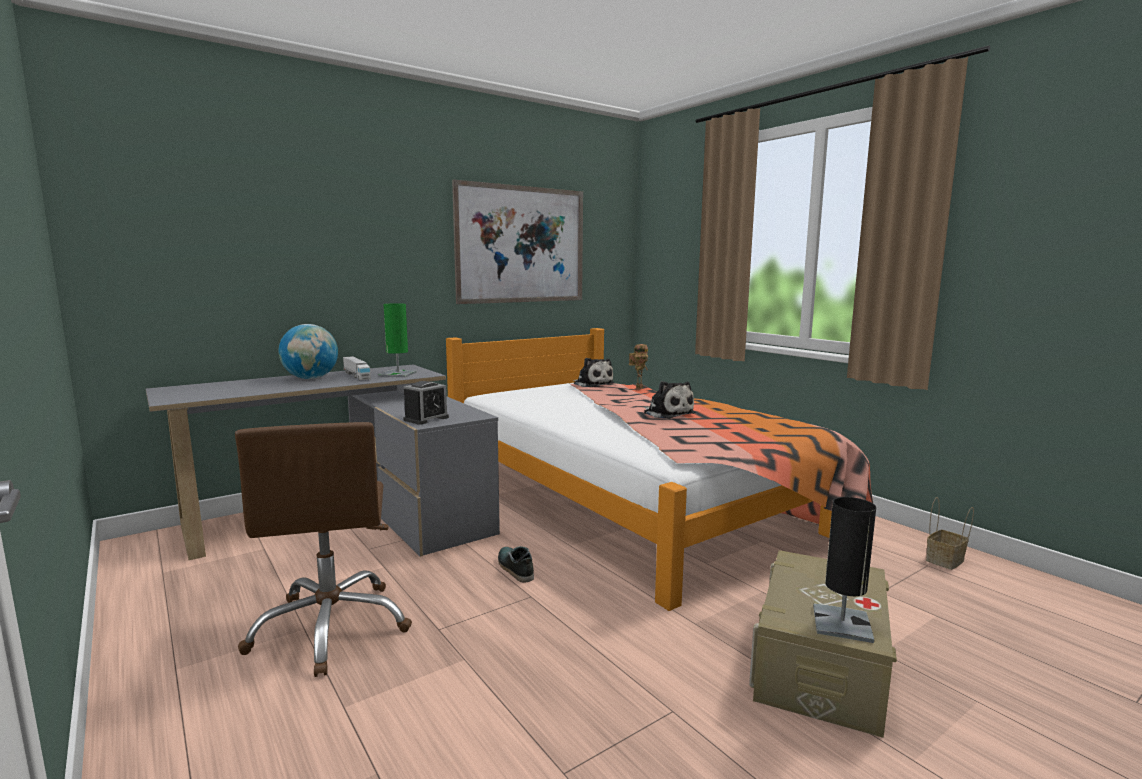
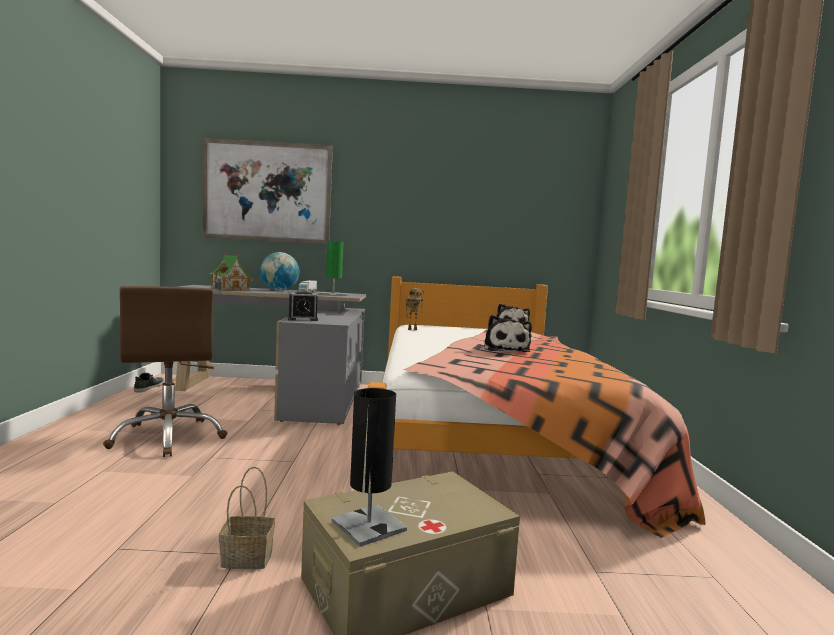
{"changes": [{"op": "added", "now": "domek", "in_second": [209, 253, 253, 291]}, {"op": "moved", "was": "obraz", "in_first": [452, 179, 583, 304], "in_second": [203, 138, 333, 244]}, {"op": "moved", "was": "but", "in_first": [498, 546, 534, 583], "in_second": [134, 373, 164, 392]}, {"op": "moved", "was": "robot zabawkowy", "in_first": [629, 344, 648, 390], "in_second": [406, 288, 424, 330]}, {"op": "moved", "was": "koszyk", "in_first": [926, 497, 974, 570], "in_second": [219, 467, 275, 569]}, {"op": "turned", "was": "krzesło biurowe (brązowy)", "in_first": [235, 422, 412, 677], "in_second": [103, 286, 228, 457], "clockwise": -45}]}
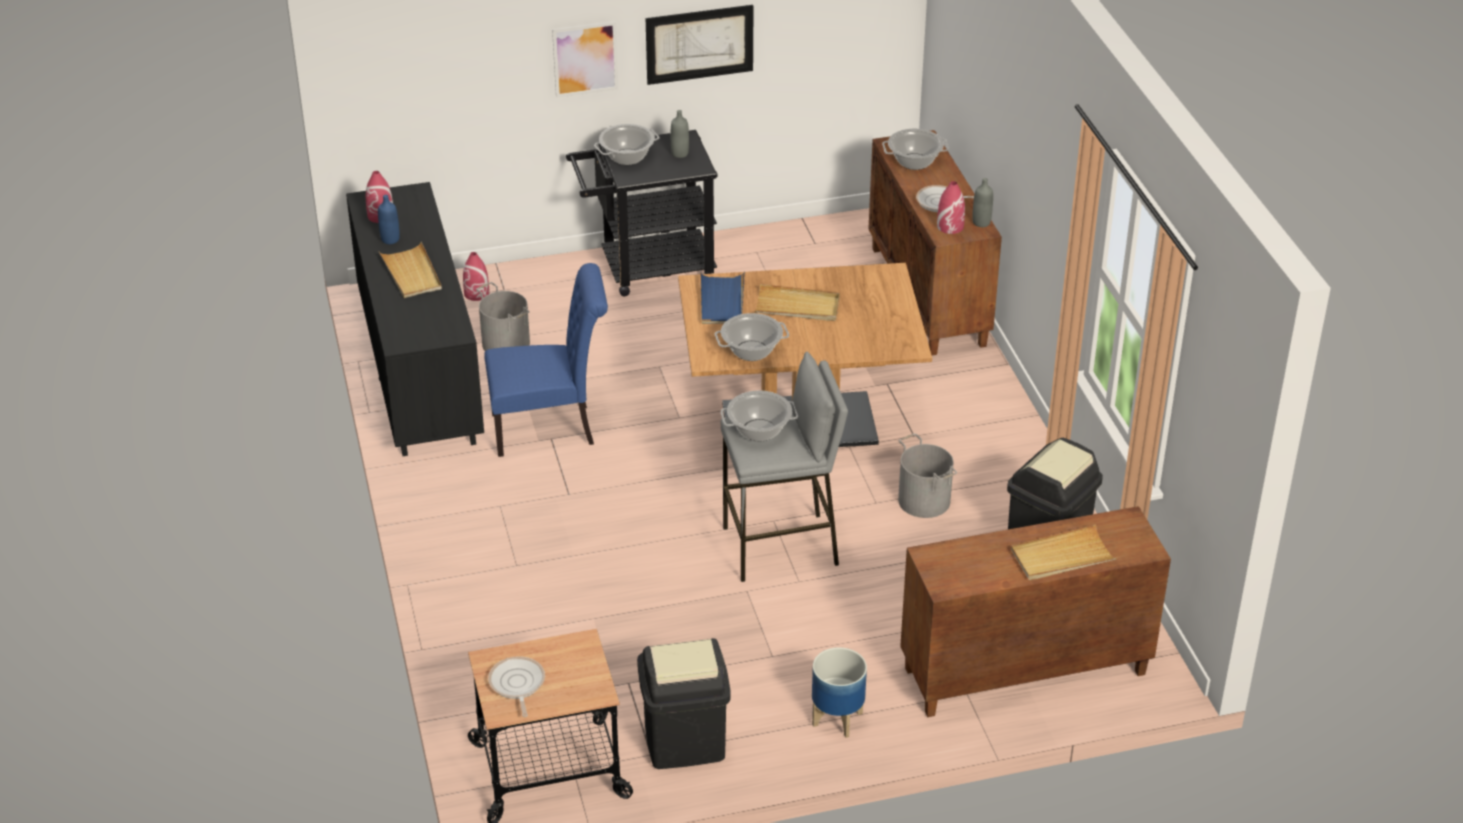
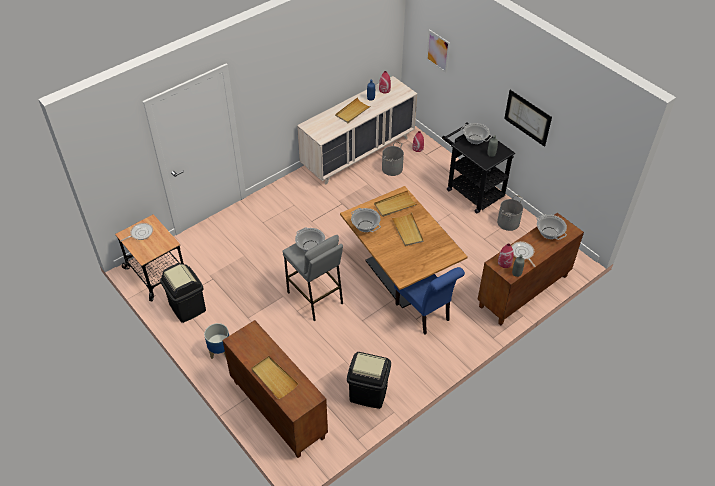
{"changes": [{"op": "moved", "was": "krzesło (niebieski)", "in_first": [484, 263, 608, 457], "in_second": [394, 267, 465, 334]}, {"op": "moved", "was": "obraz", "in_first": [552, 21, 618, 98], "in_second": [426, 29, 450, 73]}, {"op": "moved", "was": "wiadro (szary)", "in_first": [898, 433, 957, 518], "in_second": [497, 195, 523, 231]}, {"op": "recoloured", "was": "komoda (czarny)", "now": "komoda (beżowy)", "in_first": [346, 182, 484, 456], "in_second": [297, 76, 417, 184]}, {"op": "recoloured", "was": "taca (niebieski)", "now": "taca (beżowy)", "in_first": [700, 271, 745, 324], "in_second": [374, 190, 417, 217]}]}
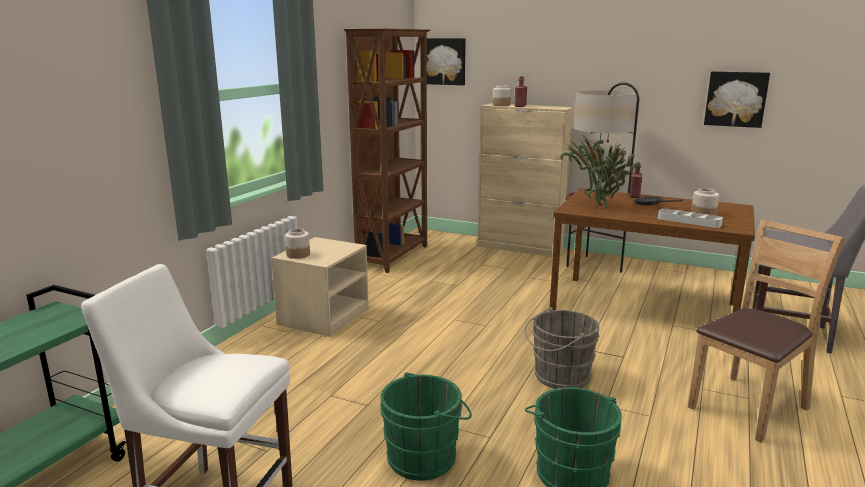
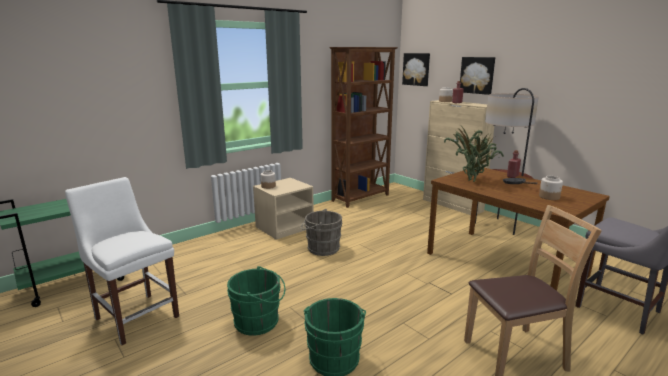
{"changes": [{"op": "removed", "was": "taca (szary)", "in_first": [658, 208, 723, 228]}, {"op": "moved", "was": "wiadro (szary)", "in_first": [525, 307, 600, 389], "in_second": [301, 209, 343, 256]}, {"op": "moved", "was": "obraz", "in_first": [704, 71, 770, 128], "in_second": [460, 57, 495, 95]}]}
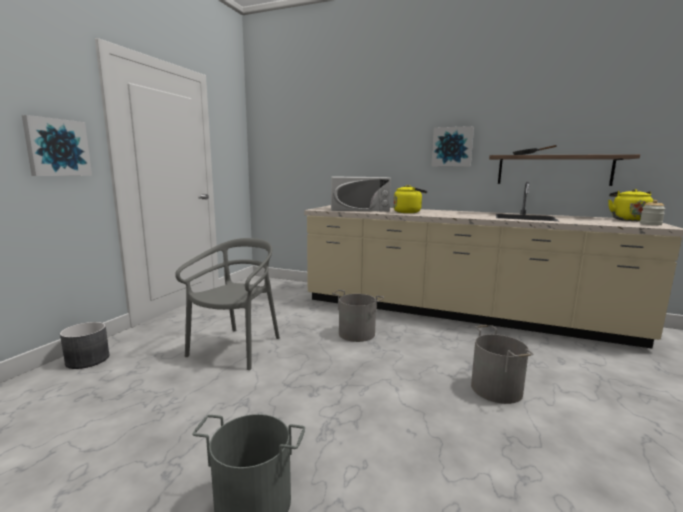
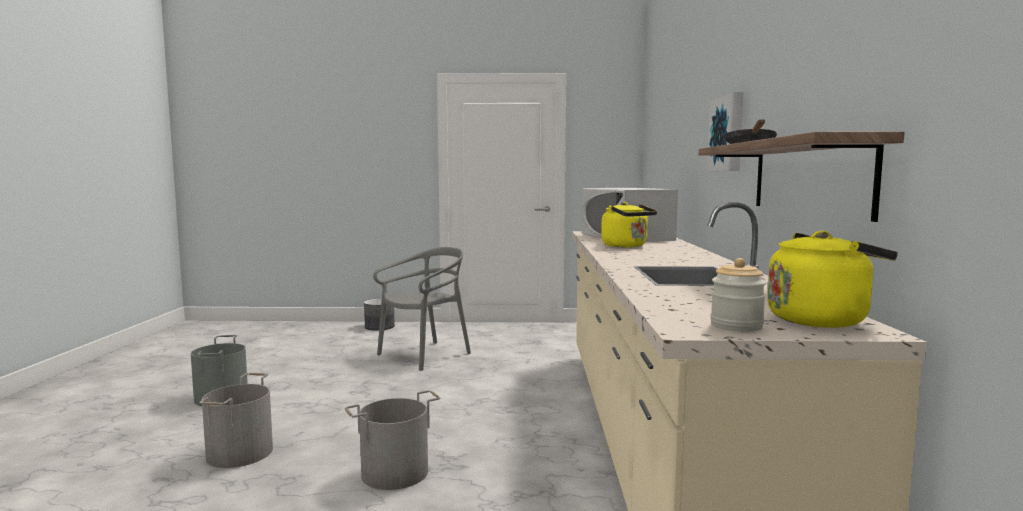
{"changes": [{"op": "removed", "was": "obraz", "in_first": [22, 115, 92, 176]}, {"op": "moved", "was": "wiadro (szary)", "in_first": [332, 290, 384, 342], "in_second": [200, 373, 273, 468]}, {"op": "turned", "was": "krzesło (szary)", "in_first": [175, 238, 280, 370], "in_second": [373, 247, 471, 371], "clockwise": -45}]}
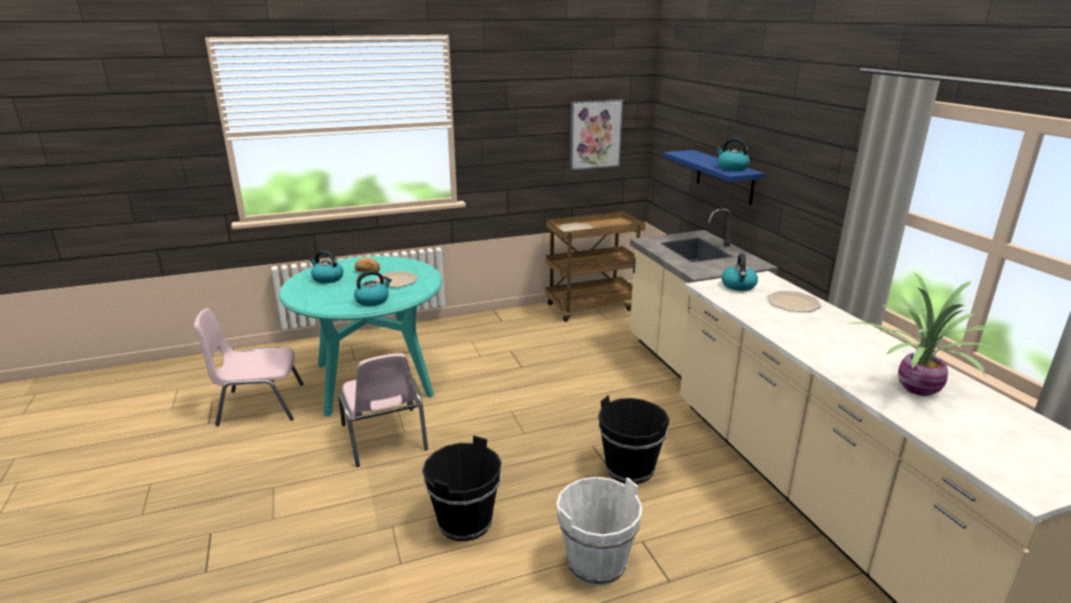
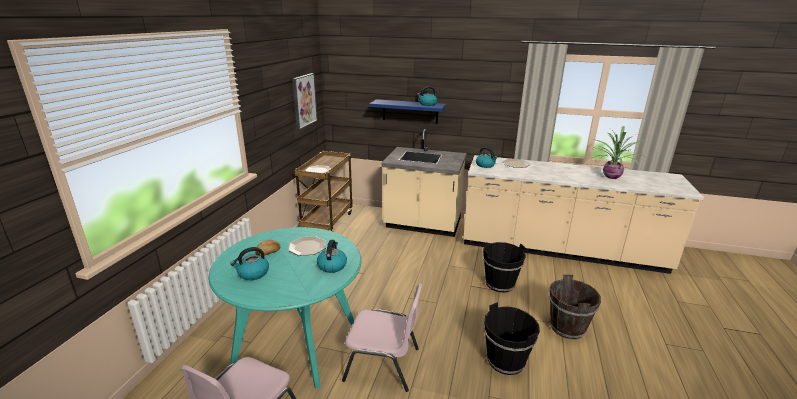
{"changes": [{"op": "recoloured", "was": "wiadro (biały)", "now": "wiadro (brązowy)", "in_first": [556, 477, 642, 586], "in_second": [549, 274, 601, 339]}]}
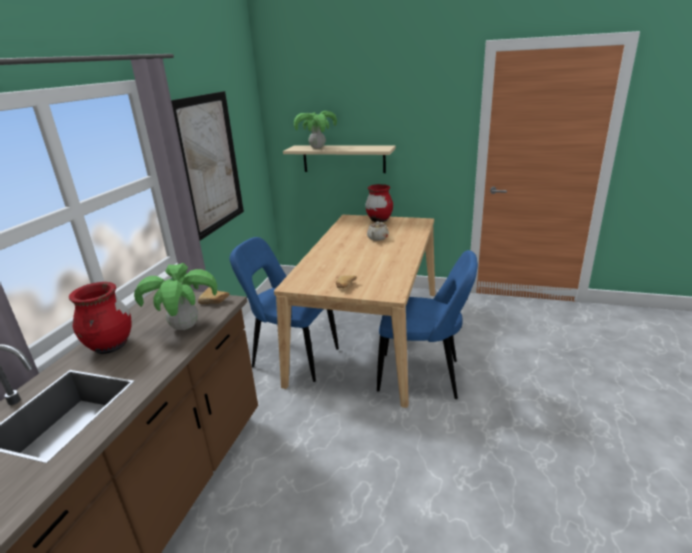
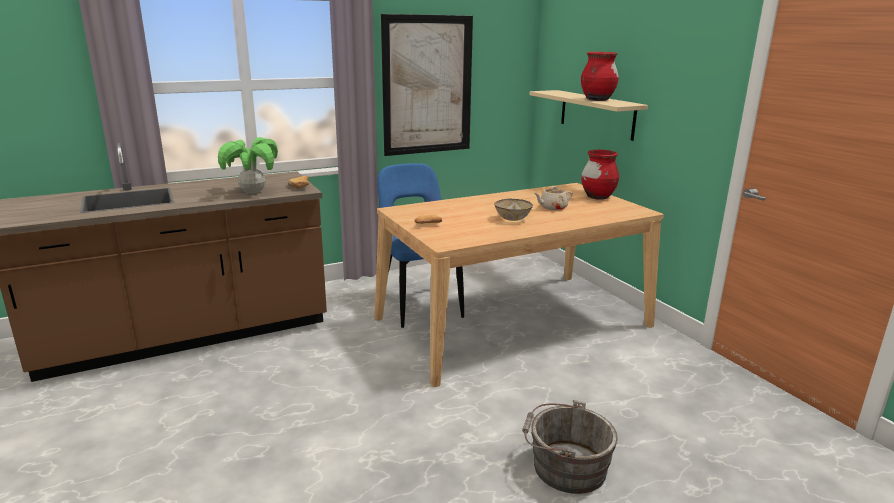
{"changes": [{"op": "removed", "was": "roślina doniczkowa", "in_first": [294, 111, 337, 149]}, {"op": "removed", "was": "krzesło (niebieski)", "in_first": [377, 250, 478, 399]}, {"op": "added", "now": "miska", "in_second": [494, 198, 533, 221]}, {"op": "added", "now": "wiadro (szary)", "in_second": [522, 400, 617, 494]}, {"op": "moved", "was": "wazon (czerwony)", "in_first": [69, 282, 132, 354], "in_second": [581, 52, 619, 101]}]}
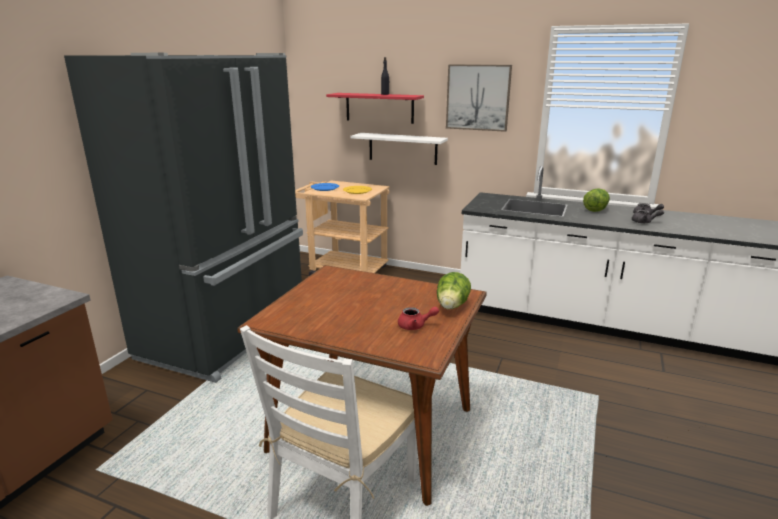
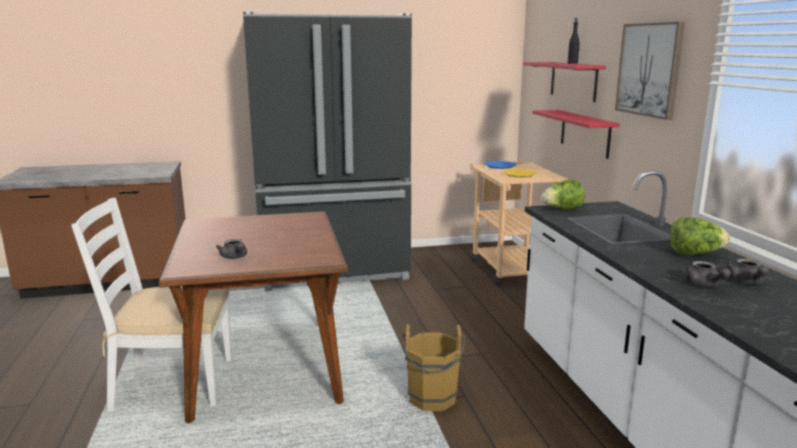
{"changes": [{"op": "added", "now": "wiadro (brązowy)", "in_second": [402, 324, 465, 412]}, {"op": "moved", "was": "sałata", "in_first": [437, 272, 471, 309], "in_second": [541, 179, 585, 210]}, {"op": "recoloured", "was": "półka (biały)", "now": "półka (czerwony)", "in_first": [351, 133, 448, 165], "in_second": [532, 110, 620, 159]}, {"op": "recoloured", "was": "imbryk (czerwony)", "now": "imbryk (szary)", "in_first": [398, 307, 439, 330], "in_second": [216, 239, 247, 259]}]}
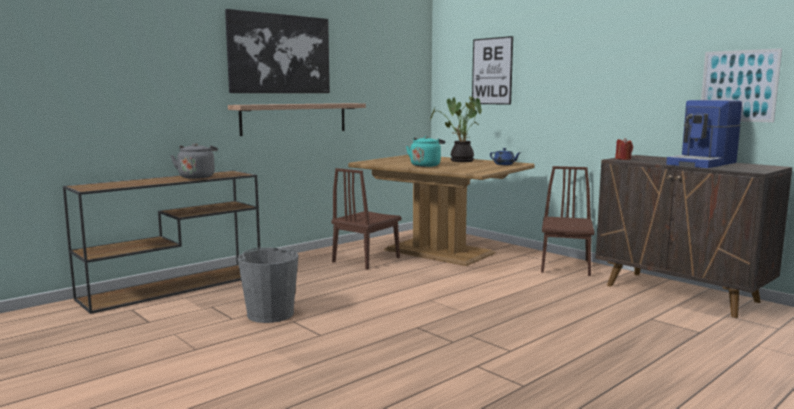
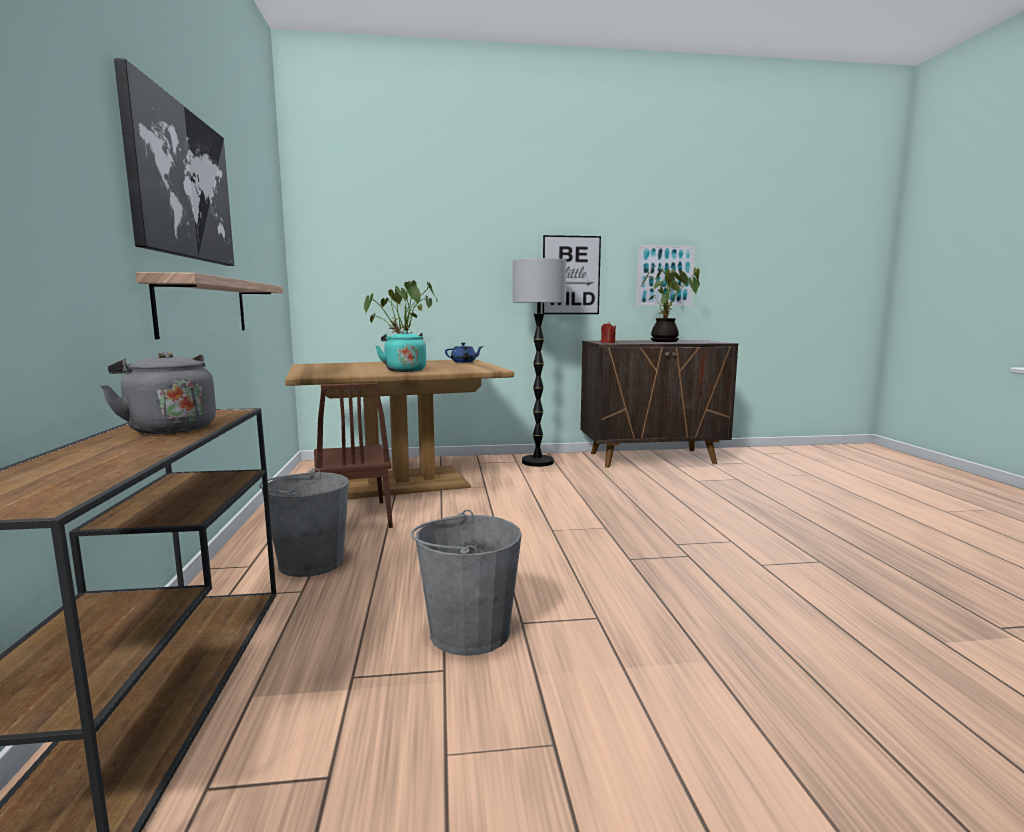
{"changes": [{"op": "added", "now": "wiadro (szary)", "in_second": [259, 468, 349, 577]}, {"op": "moved", "was": "obraz", "in_first": [472, 36, 513, 105], "in_second": [543, 235, 601, 314]}, {"op": "replaced", "was": "krzesło (brązowy)", "now": "lampa stojąca", "in_first": [541, 166, 594, 276], "in_second": [513, 258, 566, 467]}, {"op": "replaced", "was": "ekspres do kawy", "now": "roślina doniczkowa", "in_first": [666, 100, 742, 168], "in_second": [642, 267, 700, 342]}]}
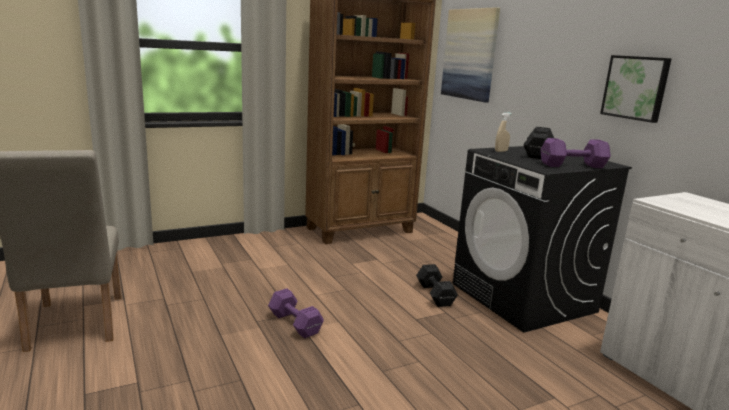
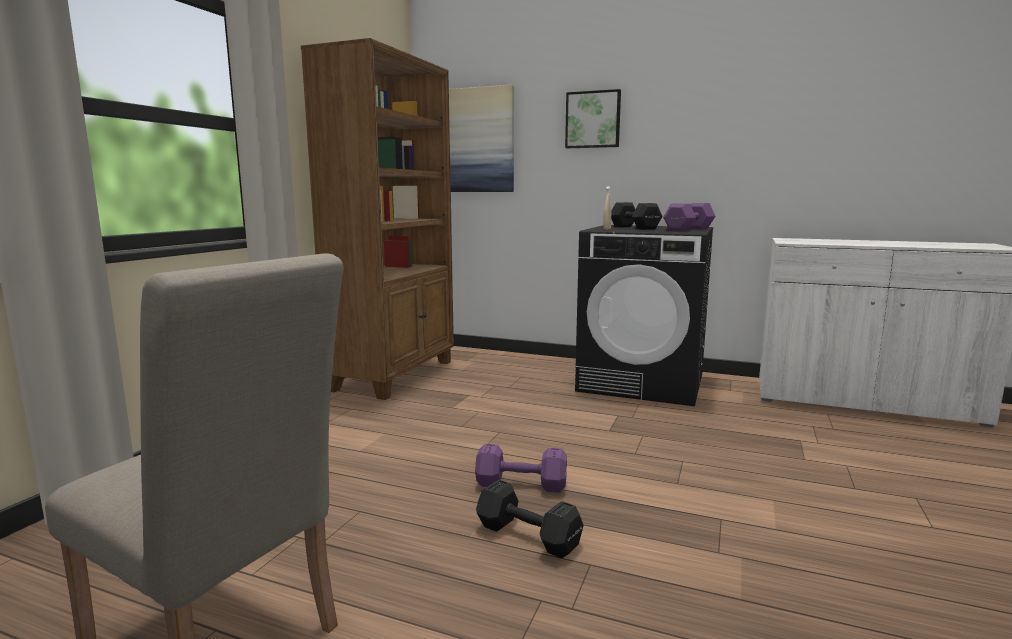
{"changes": [{"op": "moved", "was": "hantel (czarny)", "in_first": [416, 264, 458, 307], "in_second": [476, 479, 584, 558]}, {"op": "moved", "was": "obraz", "in_first": [600, 55, 672, 123], "in_second": [565, 89, 621, 148]}]}
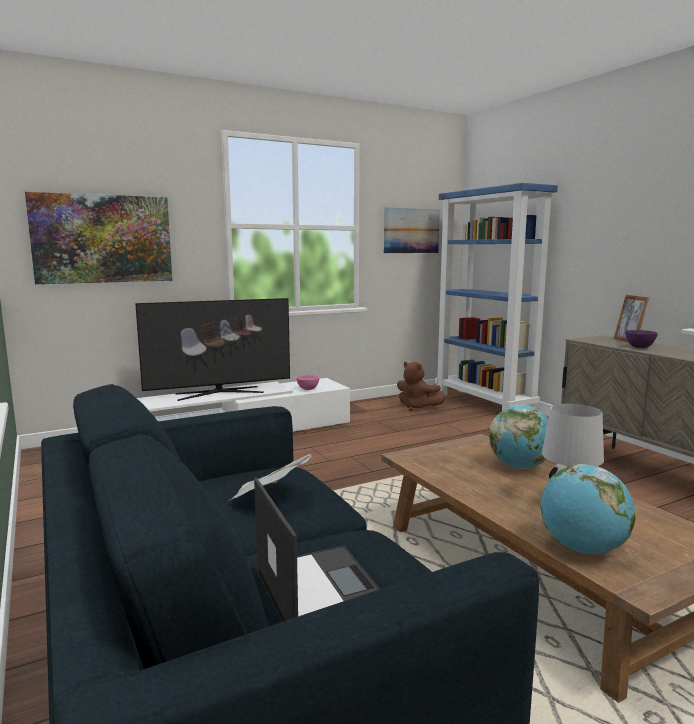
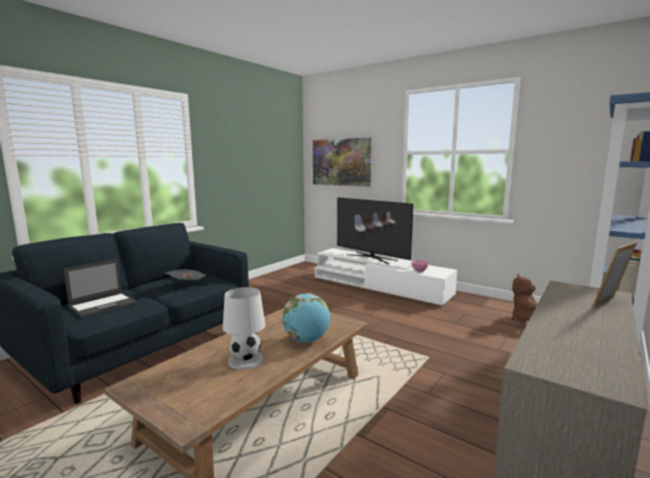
{"changes": [{"op": "removed", "was": "obraz", "in_first": [384, 207, 440, 253]}, {"op": "removed", "was": "globus", "in_first": [540, 464, 636, 554]}, {"op": "removed", "was": "miska (fioletowy)", "in_first": [625, 330, 658, 348]}]}
